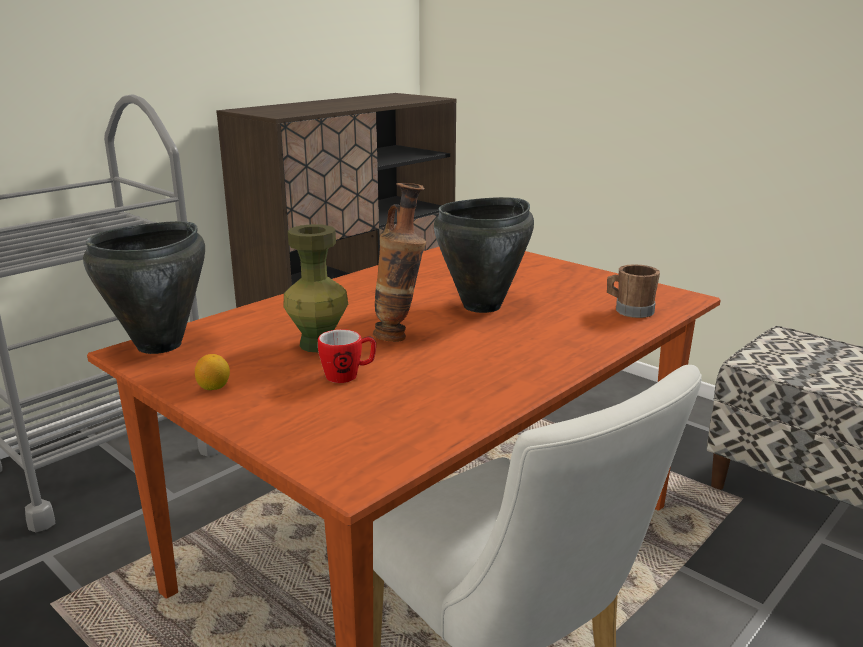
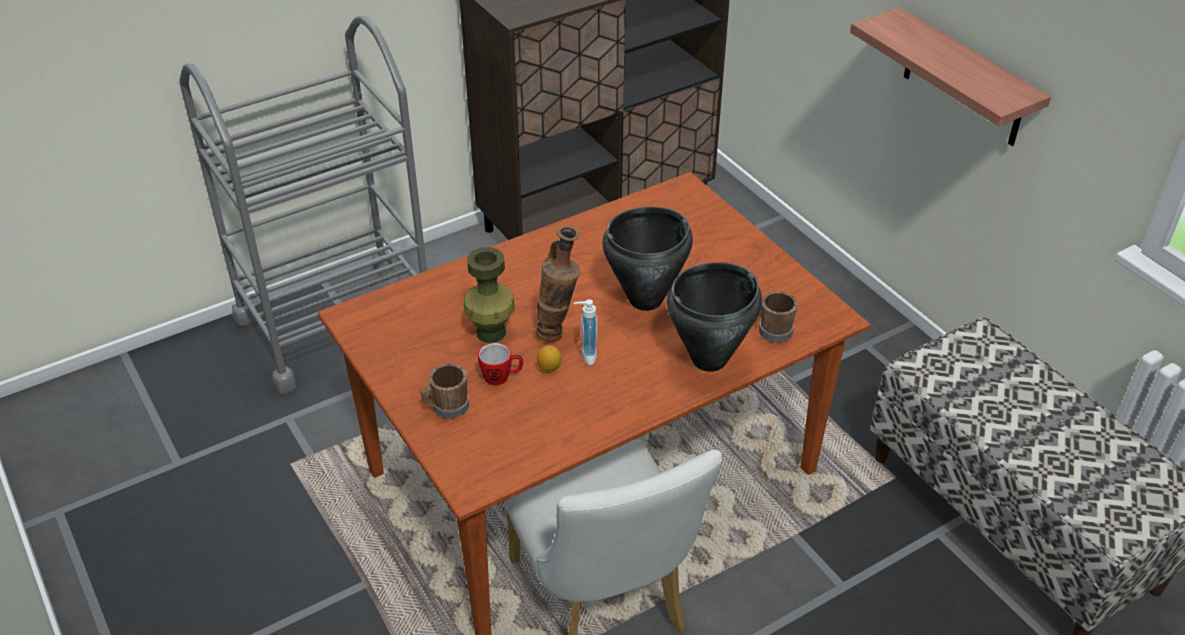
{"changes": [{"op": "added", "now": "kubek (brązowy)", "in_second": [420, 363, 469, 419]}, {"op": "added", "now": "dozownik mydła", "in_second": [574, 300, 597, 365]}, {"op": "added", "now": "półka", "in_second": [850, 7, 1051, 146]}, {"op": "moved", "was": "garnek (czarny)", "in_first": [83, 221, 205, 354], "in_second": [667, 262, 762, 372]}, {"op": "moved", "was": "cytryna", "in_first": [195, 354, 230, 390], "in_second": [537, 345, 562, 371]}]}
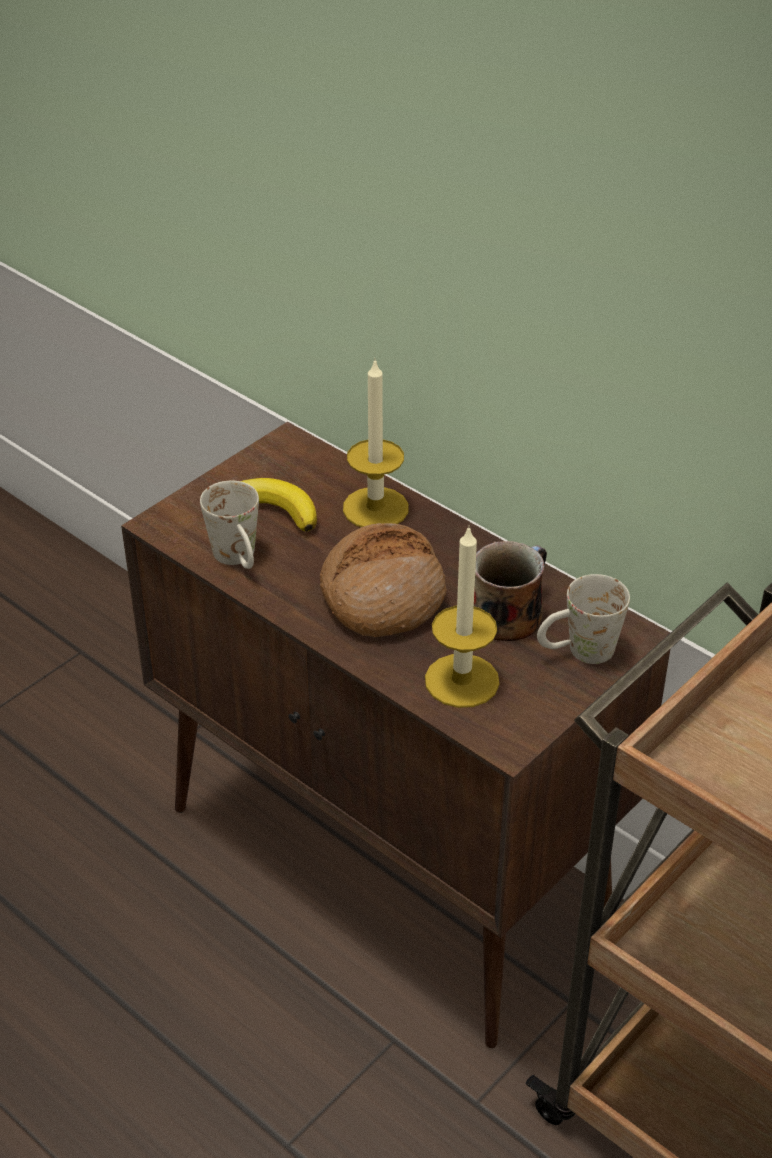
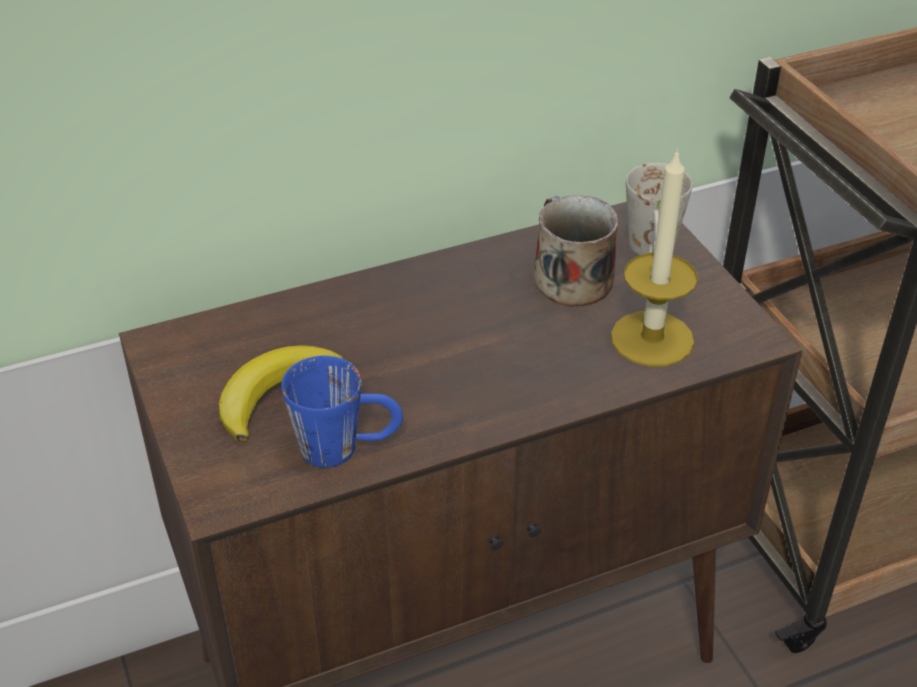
{"changes": [{"op": "removed", "was": "chleb", "in_first": [320, 523, 447, 637]}, {"op": "removed", "was": "świeca", "in_first": [343, 358, 409, 527]}, {"op": "recoloured", "was": "kubek (biały)", "now": "kubek (niebieski)", "in_first": [200, 481, 259, 569], "in_second": [281, 356, 403, 468]}]}
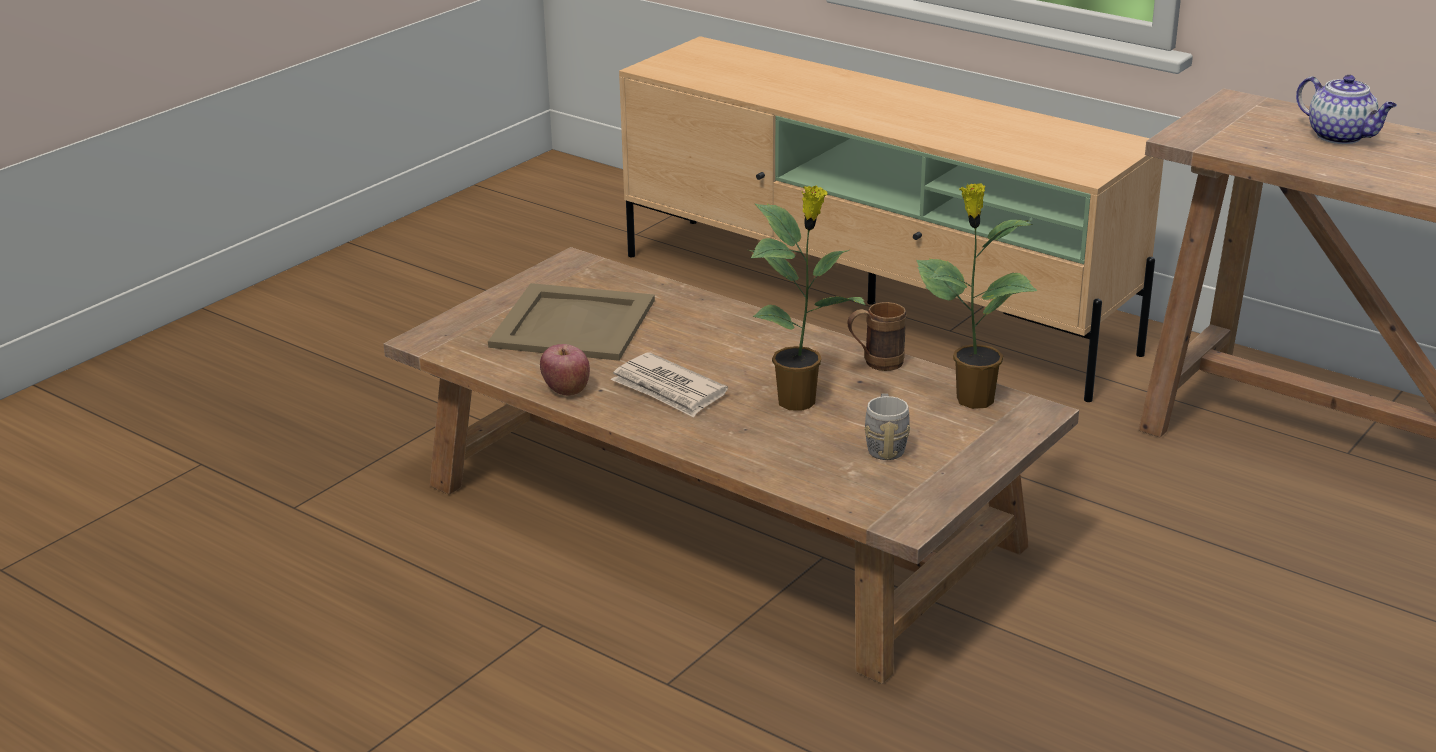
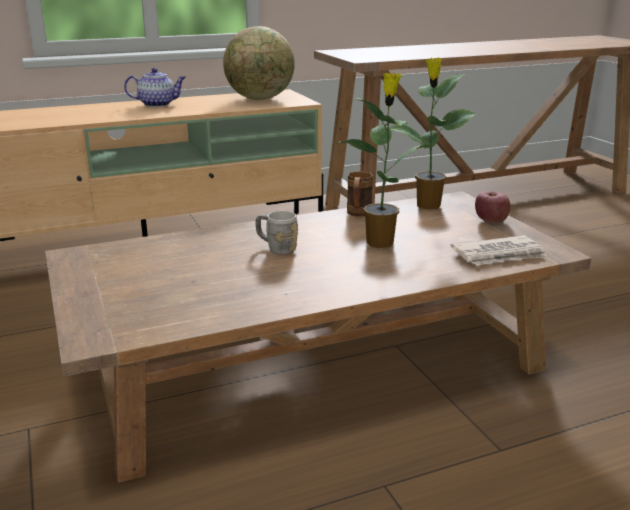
{"changes": [{"op": "removed", "was": "taca (beżowy)", "in_first": [488, 283, 655, 361]}, {"op": "added", "now": "globus", "in_second": [223, 26, 295, 100]}, {"op": "moved", "was": "jabłko", "in_first": [540, 344, 590, 396], "in_second": [475, 191, 510, 223]}, {"op": "moved", "was": "gazeta", "in_first": [611, 352, 728, 418], "in_second": [451, 235, 547, 266]}, {"op": "moved", "was": "kubek (szary)", "in_first": [864, 393, 910, 460], "in_second": [256, 211, 298, 255]}, {"op": "moved", "was": "imbryk", "in_first": [1296, 75, 1397, 144], "in_second": [124, 68, 186, 107]}]}
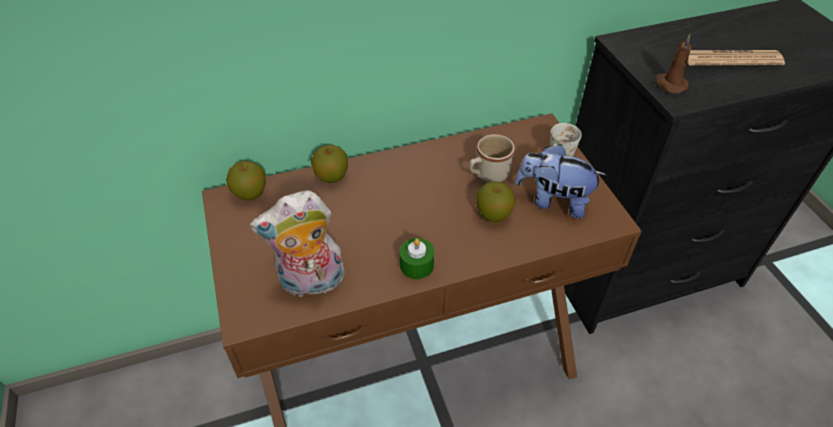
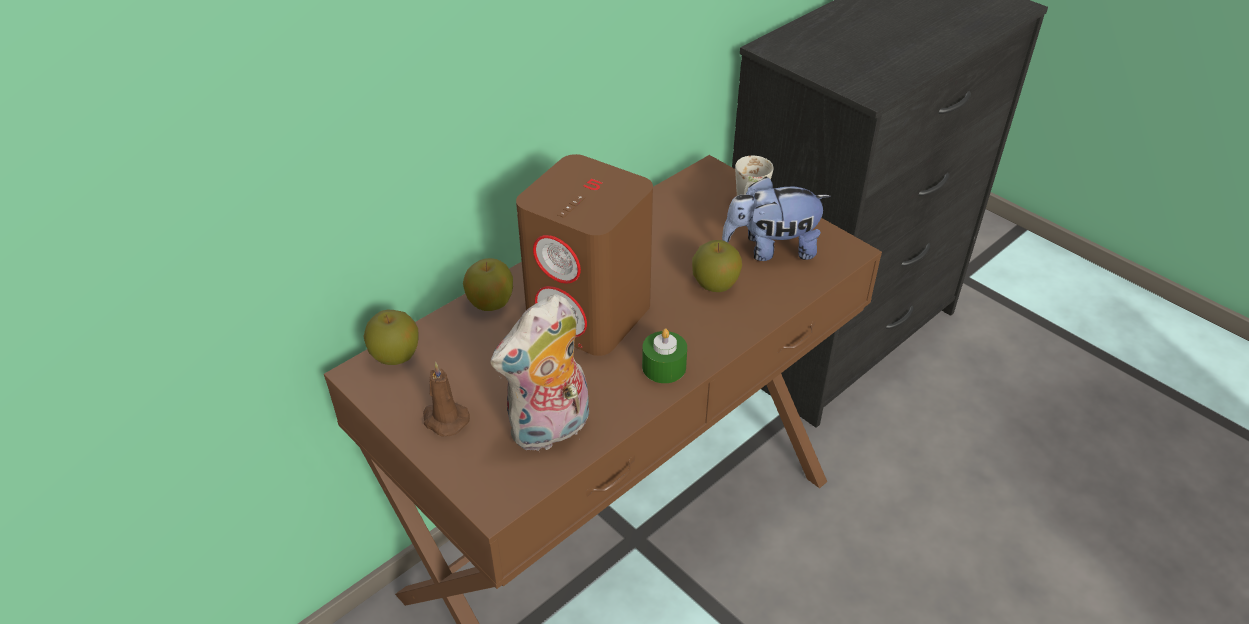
{"changes": [{"op": "removed", "was": "kubek (beżowy)", "in_first": [469, 134, 515, 182]}, {"op": "removed", "was": "gazeta", "in_first": [687, 50, 785, 66]}, {"op": "added", "now": "głośnik (brązowy)", "in_second": [516, 154, 653, 356]}, {"op": "moved", "was": "świeca (brązowy)", "in_first": [655, 34, 691, 94], "in_second": [423, 362, 470, 436]}]}
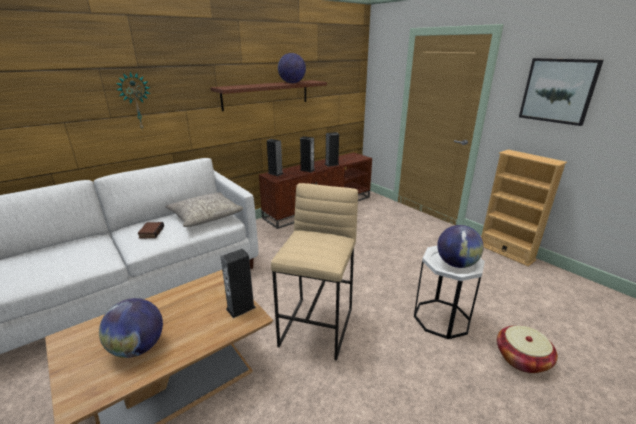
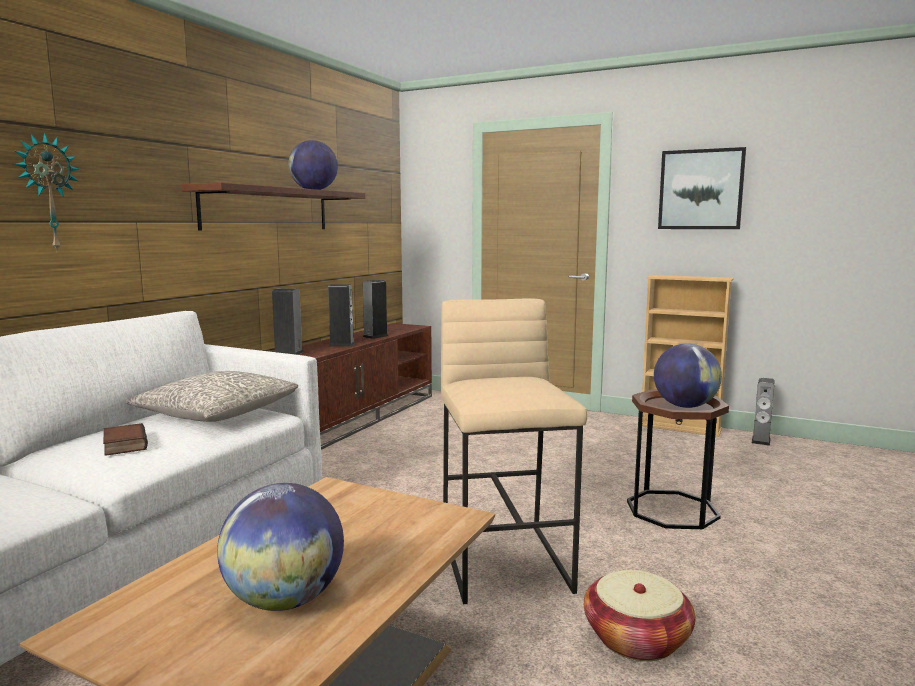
{"changes": [{"op": "moved", "was": "głośnik", "in_first": [221, 249, 256, 318], "in_second": [752, 378, 775, 446]}, {"op": "moved", "was": "koszyk", "in_first": [497, 325, 558, 373], "in_second": [584, 570, 695, 661]}, {"op": "recoloured", "was": "stolik (biały)", "now": "stolik (brązowy)", "in_first": [414, 246, 485, 339], "in_second": [627, 389, 729, 529]}]}
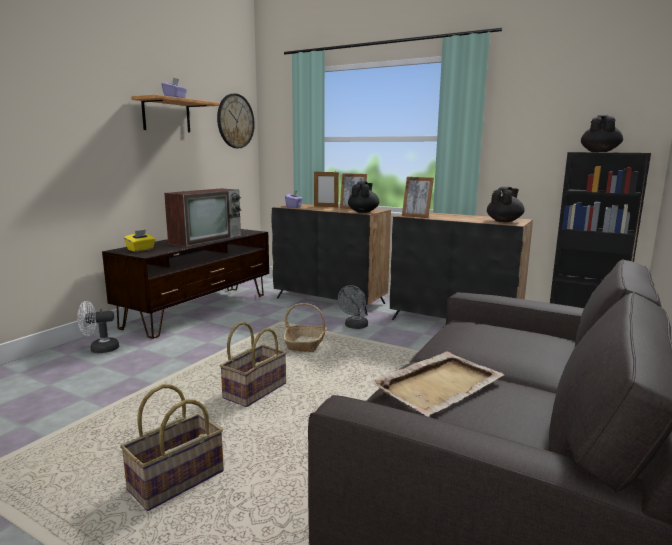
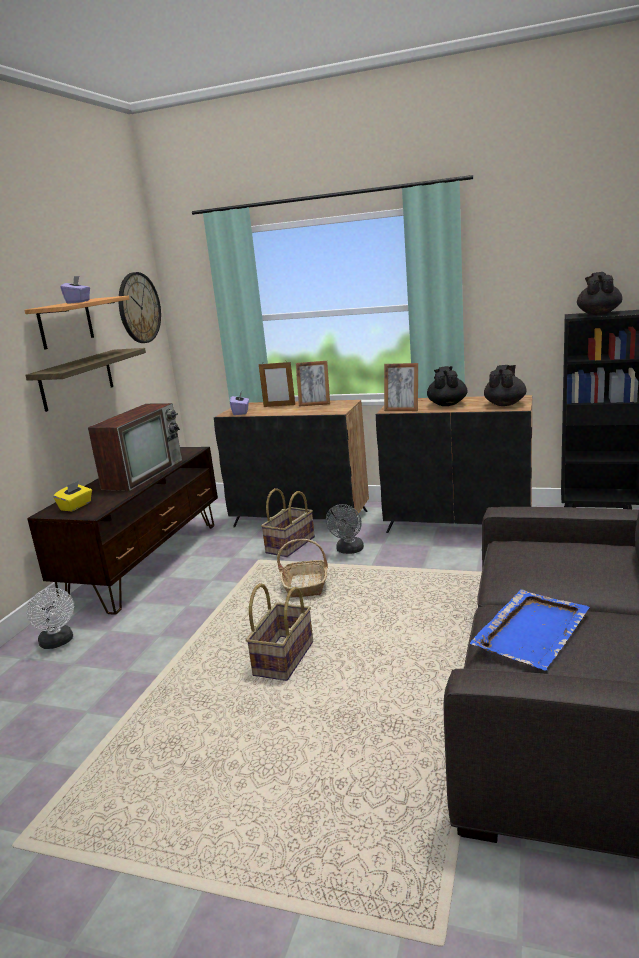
{"changes": [{"op": "added", "now": "półka", "in_second": [25, 348, 146, 412]}, {"op": "moved", "was": "koszyk", "in_first": [120, 384, 224, 511], "in_second": [261, 488, 315, 557]}, {"op": "moved", "was": "imbryk (czarny)", "in_first": [348, 182, 379, 213], "in_second": [427, 366, 467, 406]}, {"op": "recoloured", "was": "taca (beżowy)", "now": "taca (niebieski)", "in_first": [369, 351, 505, 416], "in_second": [470, 590, 590, 670]}, {"op": "turned", "was": "wentylator (biały)", "in_first": [77, 301, 119, 353], "in_second": [27, 588, 74, 649], "clockwise": -90}]}
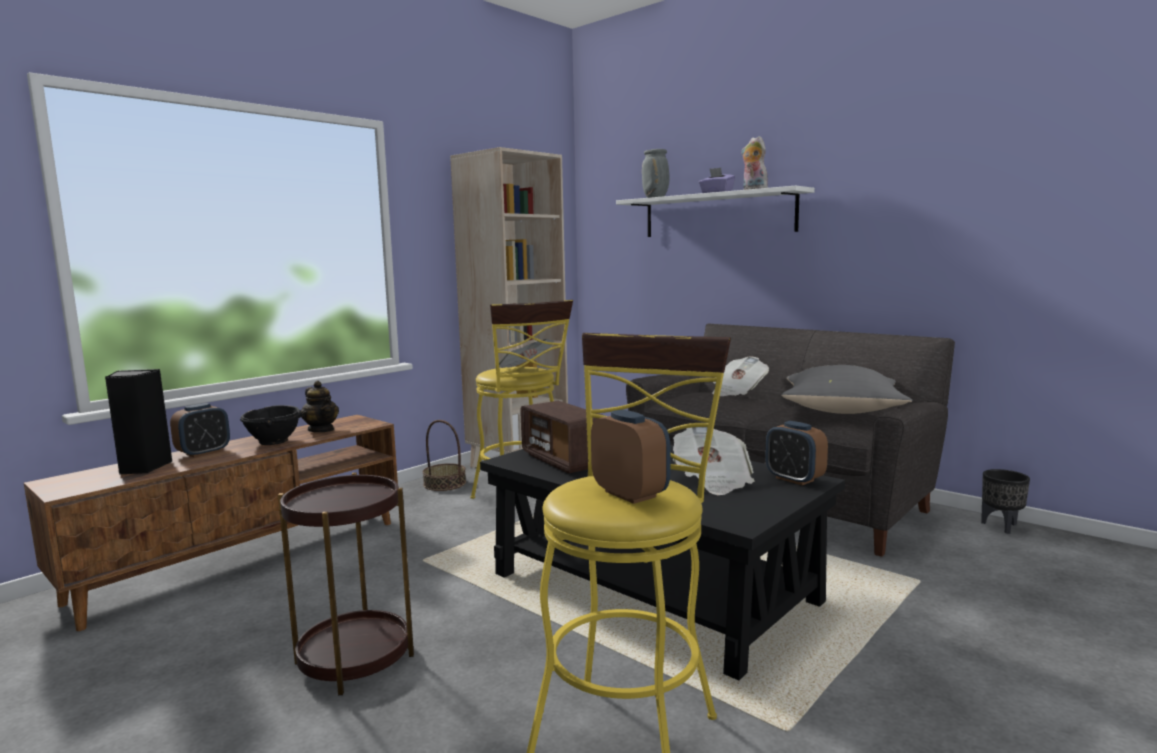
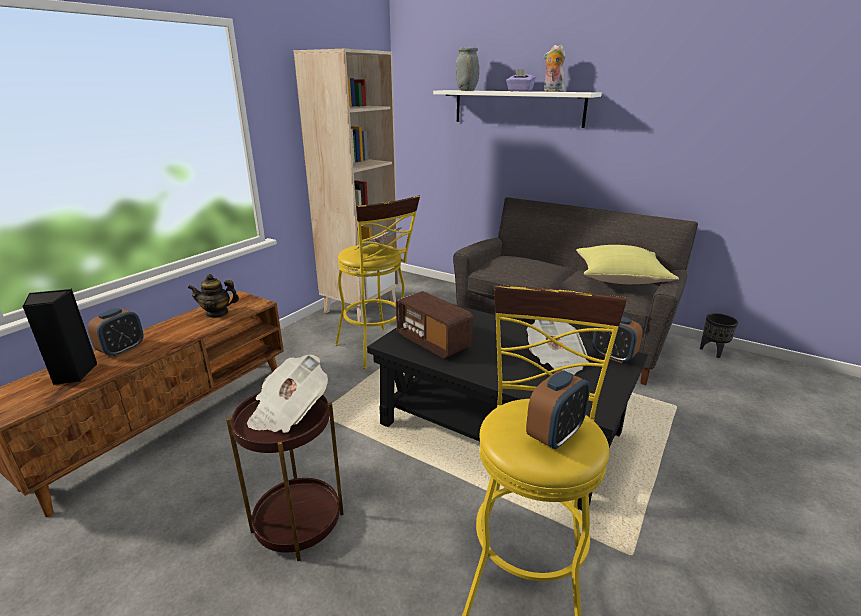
{"changes": [{"op": "removed", "was": "miska (czarny)", "in_first": [240, 405, 302, 445]}, {"op": "removed", "was": "koszyk", "in_first": [423, 420, 466, 491]}, {"op": "moved", "was": "gazeta", "in_first": [712, 356, 769, 396], "in_second": [247, 355, 328, 433]}, {"op": "recoloured", "was": "poduszka (szary)", "now": "poduszka (żółty)", "in_first": [782, 365, 912, 414], "in_second": [576, 245, 679, 284]}, {"op": "turned", "was": "imbryk", "in_first": [301, 381, 339, 432], "in_second": [188, 274, 239, 318], "clockwise": 135}, {"op": "turned", "was": "budzik", "in_first": [591, 409, 670, 504], "in_second": [526, 370, 590, 450], "clockwise": 90}]}
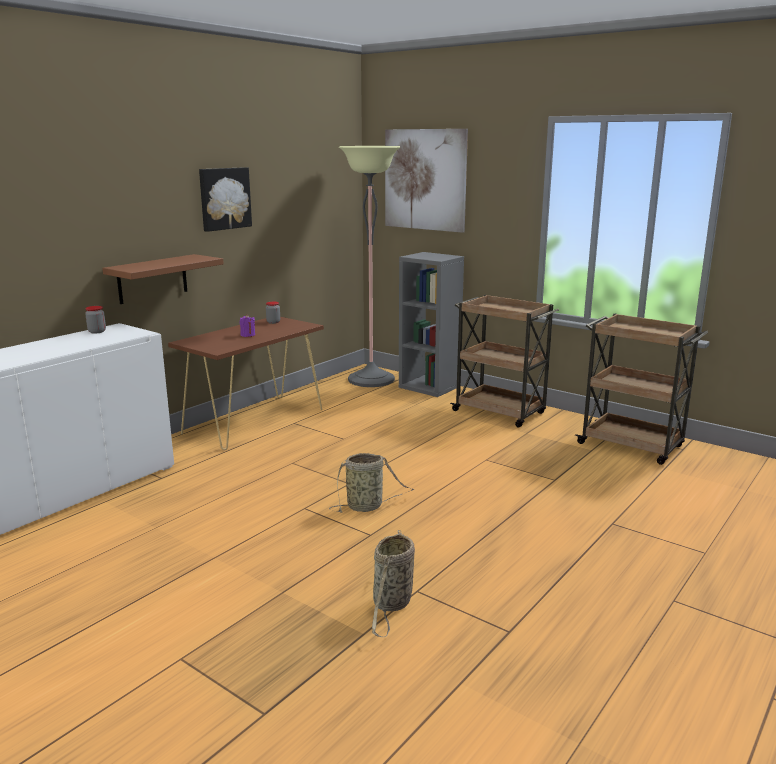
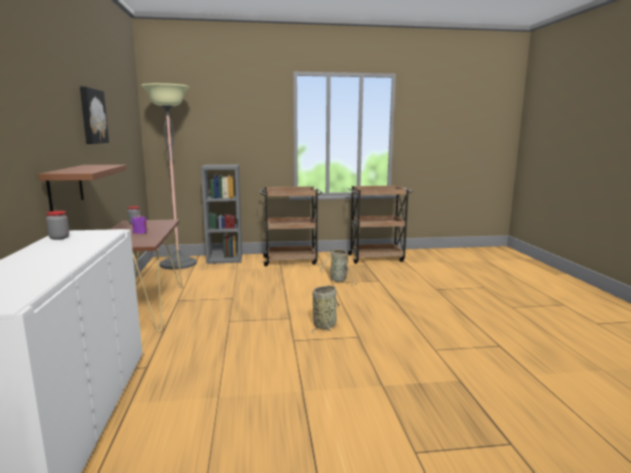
{"changes": [{"op": "removed", "was": "obraz", "in_first": [385, 129, 468, 233]}, {"op": "moved", "was": "koszyk", "in_first": [372, 530, 415, 637], "in_second": [319, 249, 356, 285]}]}
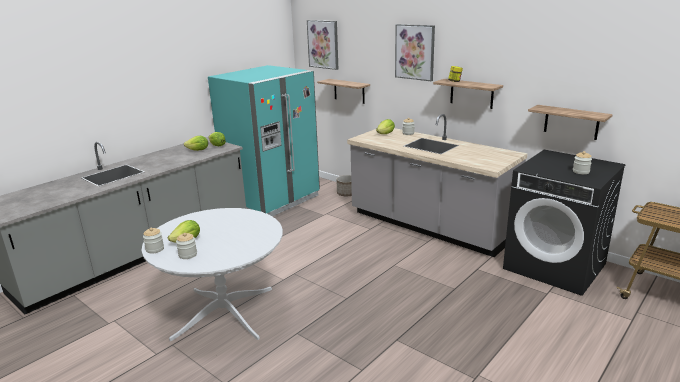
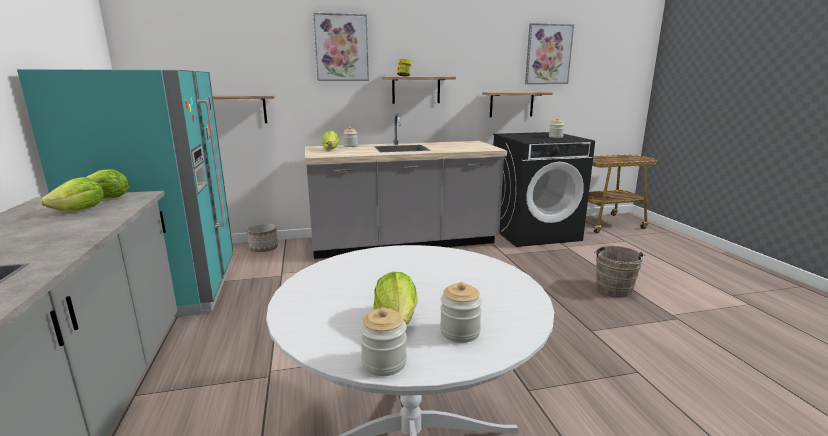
{"changes": [{"op": "added", "now": "wiadro (brązowy)", "in_second": [594, 246, 645, 297]}, {"op": "moved", "was": "obraz", "in_first": [307, 20, 338, 70], "in_second": [525, 23, 574, 84]}]}
